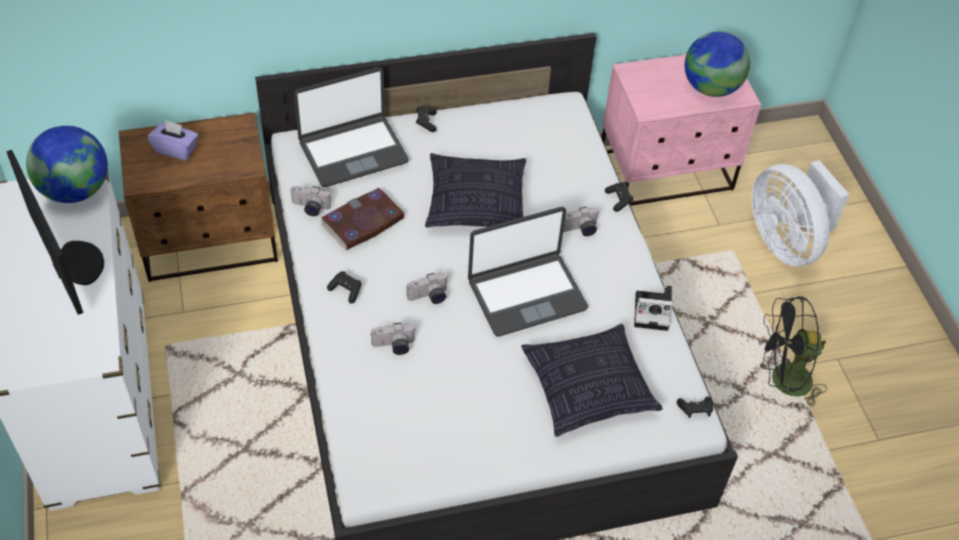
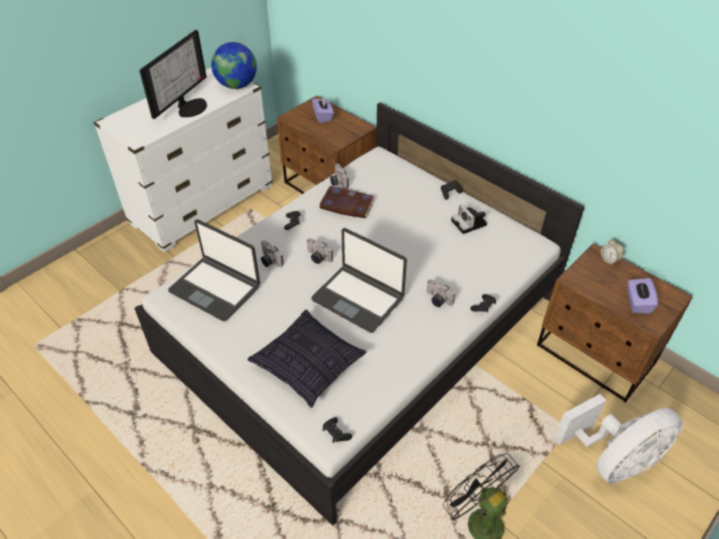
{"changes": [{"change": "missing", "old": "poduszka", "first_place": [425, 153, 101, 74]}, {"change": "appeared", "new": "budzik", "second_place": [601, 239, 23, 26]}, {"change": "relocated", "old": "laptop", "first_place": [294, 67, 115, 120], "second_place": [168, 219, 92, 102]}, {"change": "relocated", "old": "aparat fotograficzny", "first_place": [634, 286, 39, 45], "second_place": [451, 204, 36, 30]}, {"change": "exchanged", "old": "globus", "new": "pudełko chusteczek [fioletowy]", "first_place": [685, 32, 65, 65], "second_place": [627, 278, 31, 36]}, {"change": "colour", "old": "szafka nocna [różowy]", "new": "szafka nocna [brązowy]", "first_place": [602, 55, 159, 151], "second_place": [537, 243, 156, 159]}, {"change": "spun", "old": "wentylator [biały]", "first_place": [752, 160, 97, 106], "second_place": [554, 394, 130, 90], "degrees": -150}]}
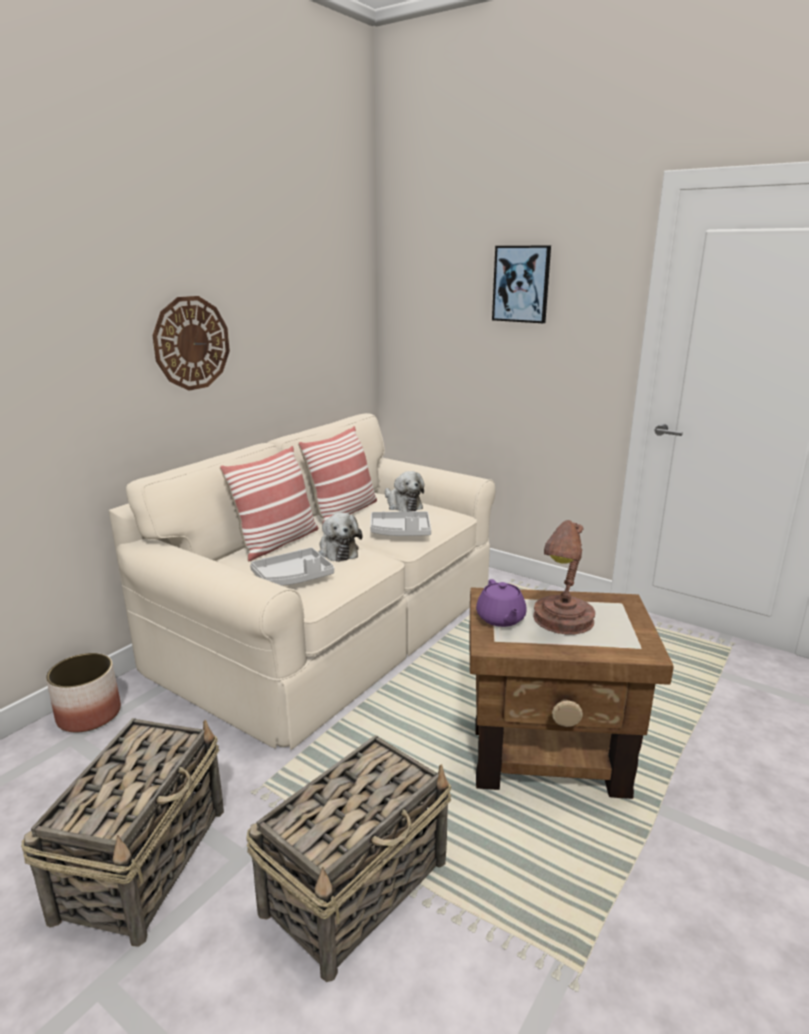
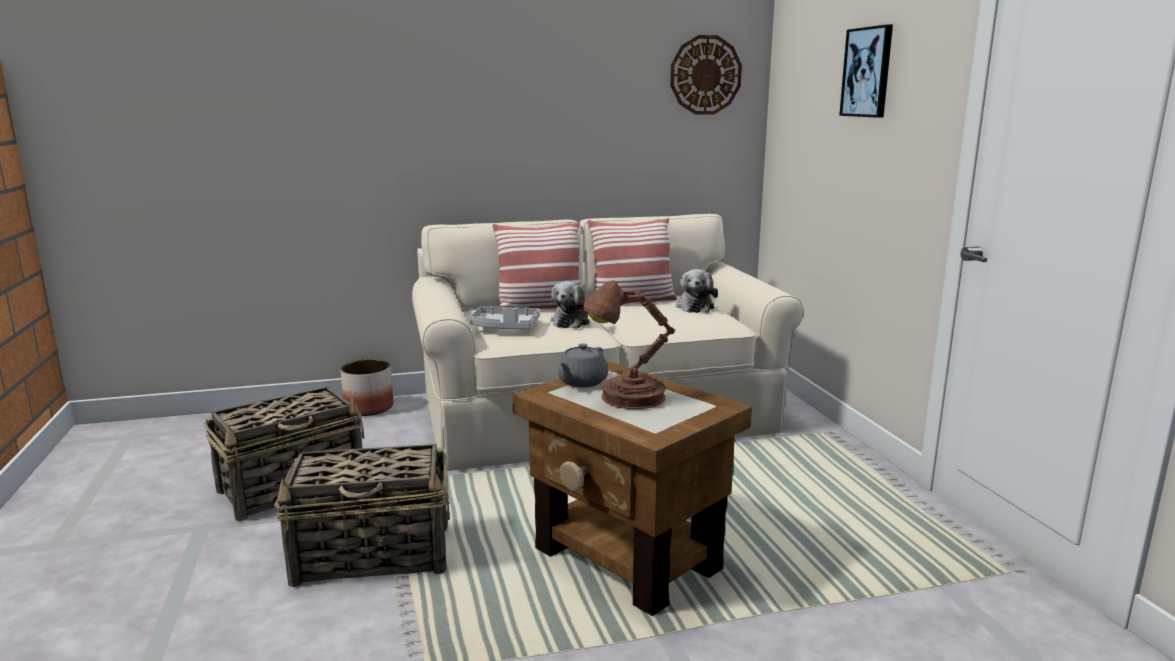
{"changes": [{"change": "missing", "old": "taca [szary]", "first_place": [370, 511, 61, 25]}, {"change": "relocated", "old": "zegar ścienny", "first_place": [152, 296, 78, 95], "second_place": [670, 35, 72, 80]}, {"change": "colour", "old": "imbryk [fioletowy]", "new": "imbryk [szary]", "first_place": [476, 579, 51, 48], "second_place": [558, 343, 50, 45]}]}
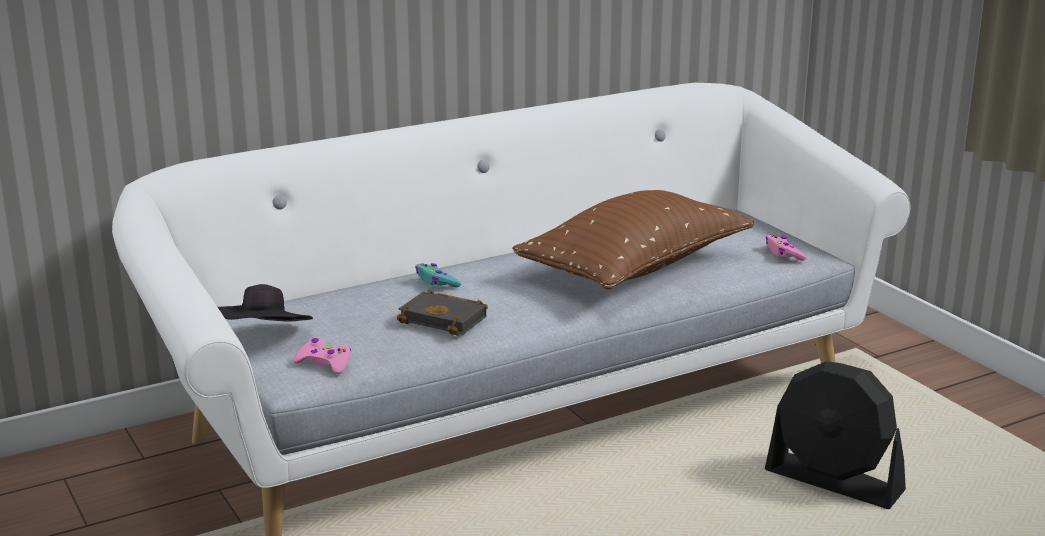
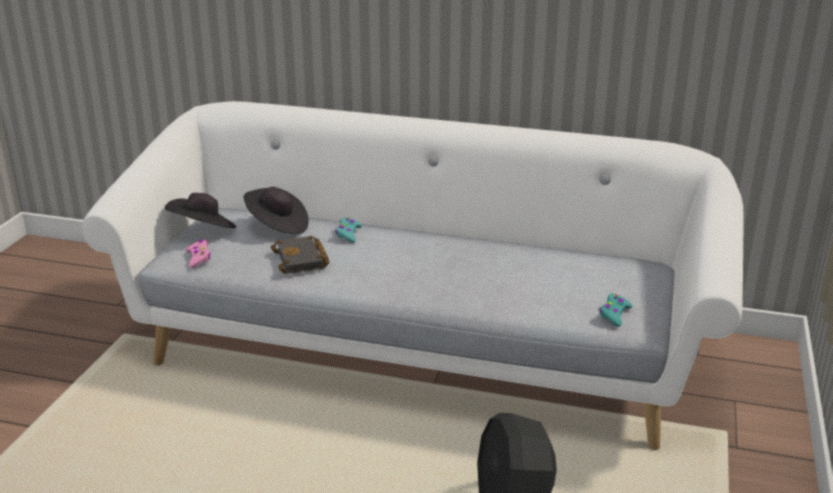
{"changes": [{"change": "missing", "old": "poduszka [brązowy]", "first_place": [512, 190, 242, 100]}, {"change": "appeared", "new": "kapelusz [czarny]", "second_place": [244, 187, 65, 47]}, {"change": "colour", "old": "pad do gier [różowy]", "new": "pad do gier [turkusowy]", "first_place": [766, 235, 41, 26], "second_place": [599, 293, 33, 34]}]}
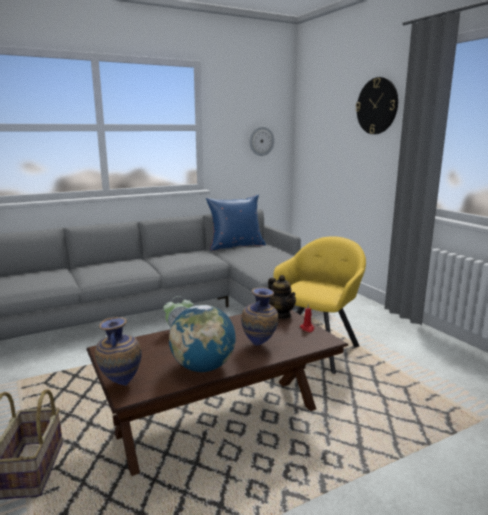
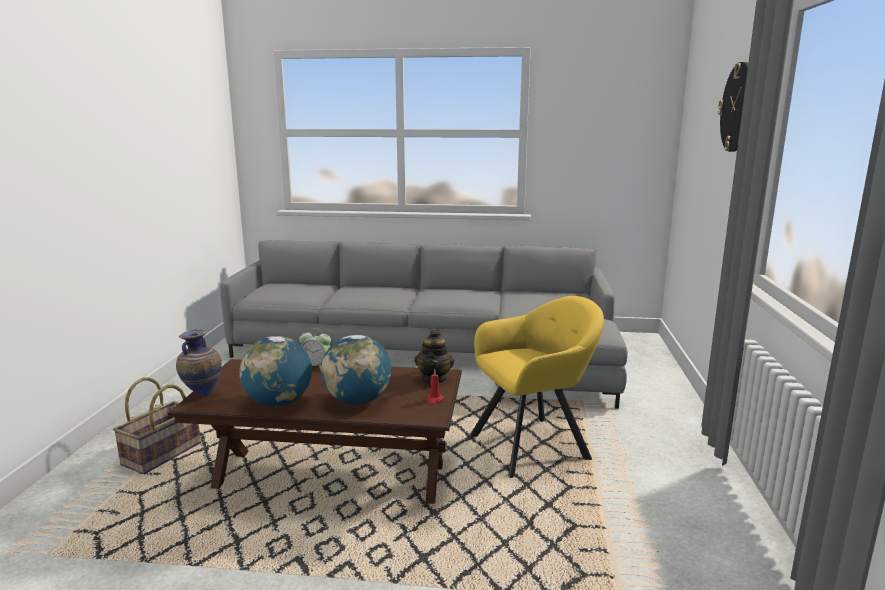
{"changes": [{"change": "missing", "old": "poduszka [niebieski]", "first_place": [206, 195, 60, 56]}, {"change": "missing", "old": "zegar ścienny", "first_place": [249, 126, 25, 30]}, {"change": "exchanged", "old": "wazon", "new": "globus", "first_place": [241, 287, 38, 59], "second_place": [321, 335, 70, 70]}]}
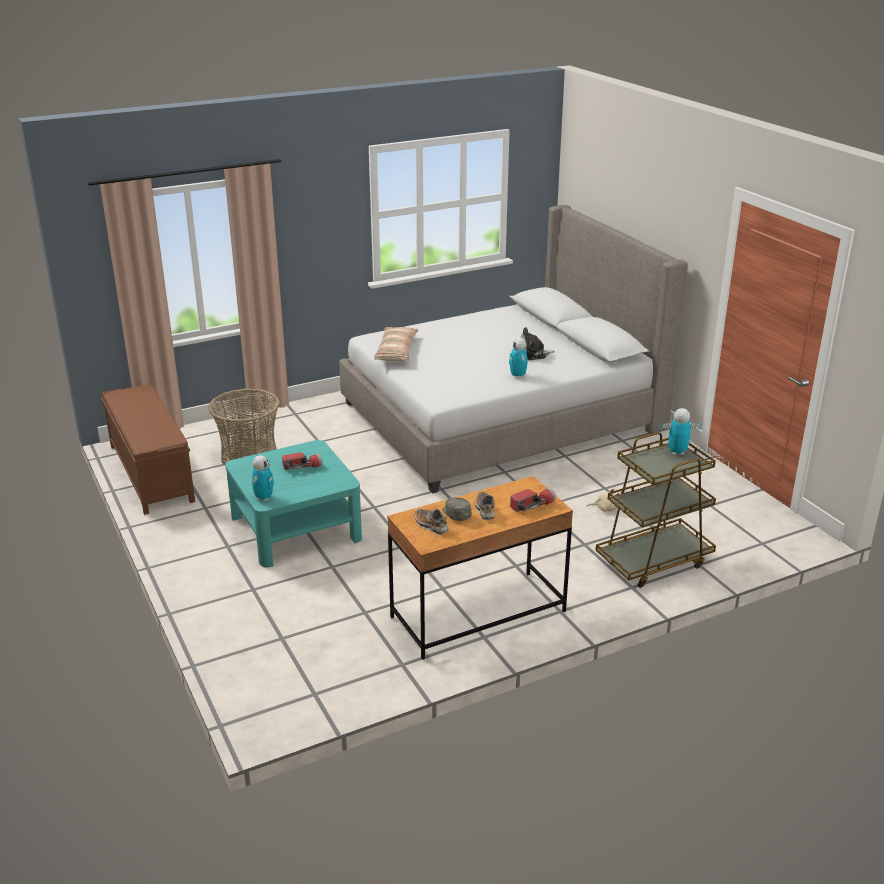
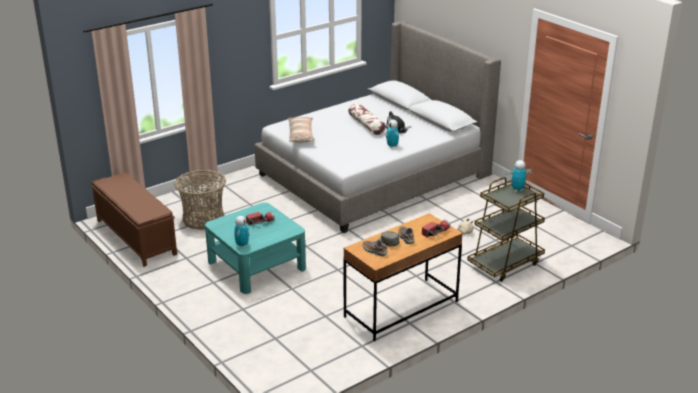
{"changes": [{"change": "appeared", "new": "poduszka", "second_place": [348, 103, 38, 32]}]}
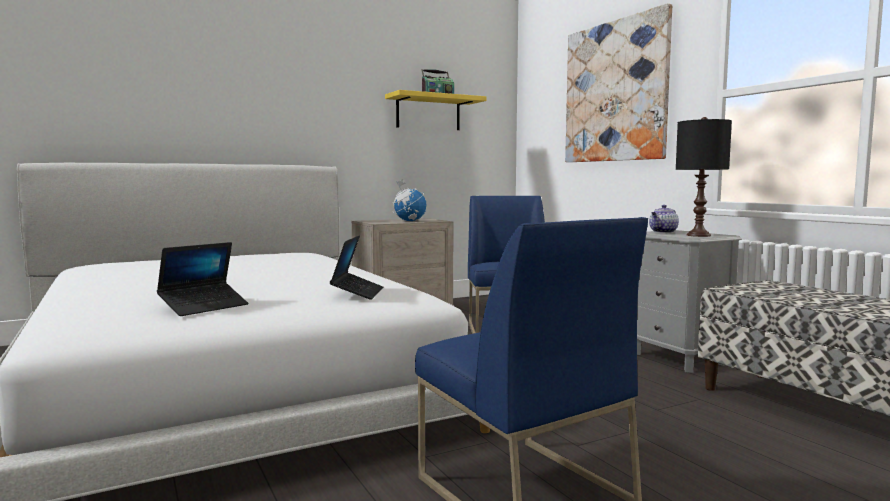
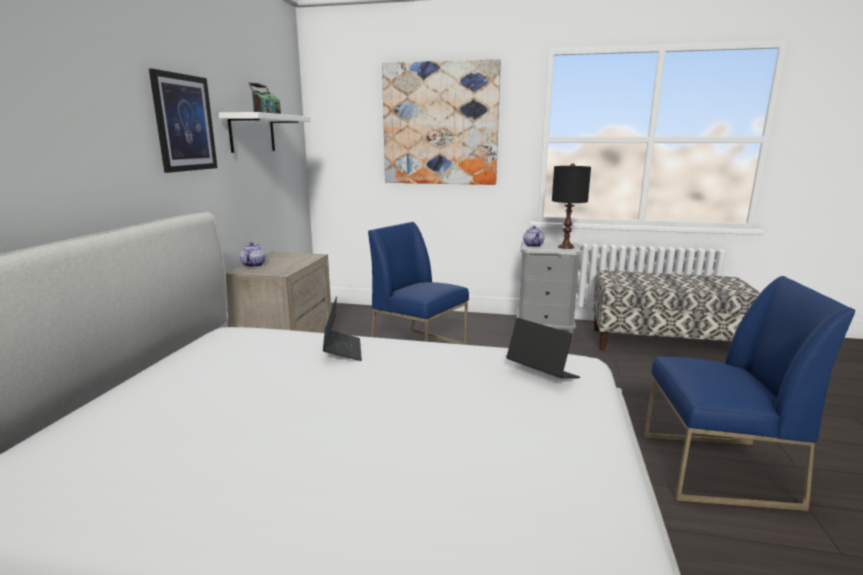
{"changes": [{"change": "missing", "old": "globus", "first_place": [393, 179, 33, 42]}, {"change": "appeared", "new": "obraz", "second_place": [149, 69, 68, 104]}, {"change": "appeared", "new": "imbryk", "second_place": [240, 242, 25, 25]}, {"change": "relocated", "old": "laptop", "first_place": [157, 242, 91, 74], "second_place": [323, 296, 39, 65]}, {"change": "colour", "old": "półka [żółty]", "new": "półka [biały]", "first_place": [385, 90, 101, 40], "second_place": [219, 112, 91, 41]}]}
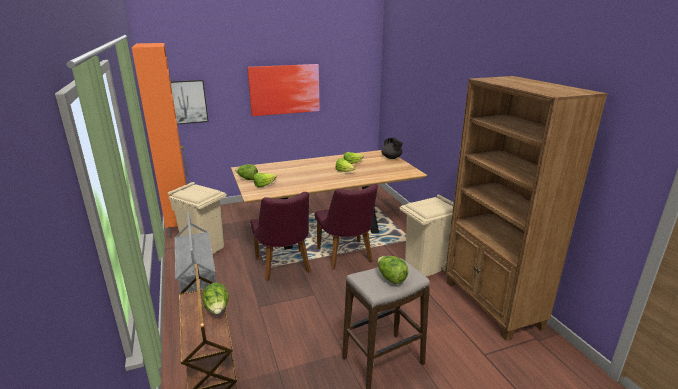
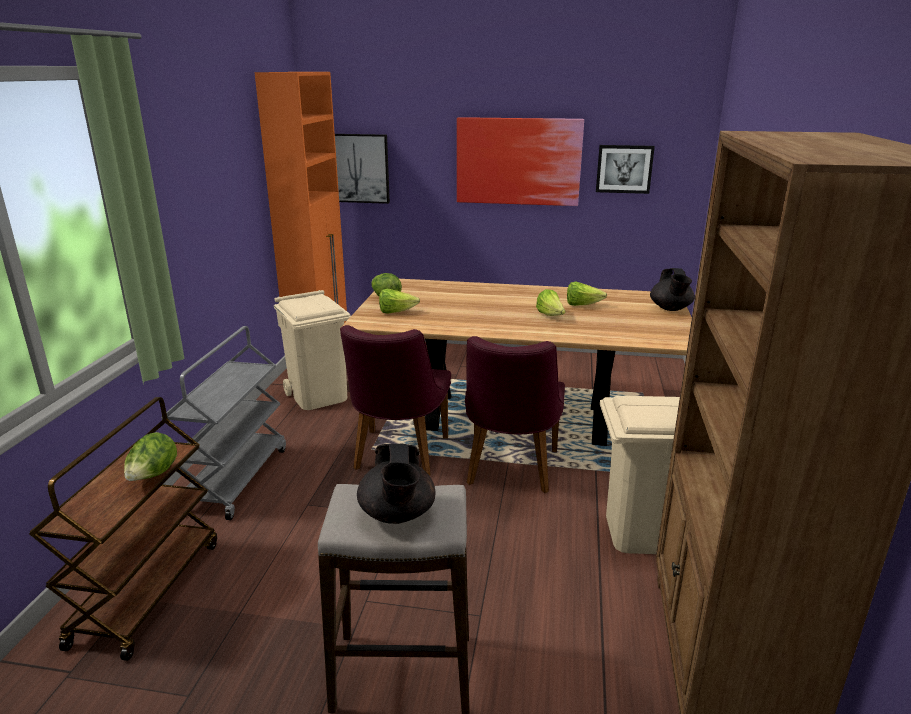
{"changes": [{"change": "appeared", "new": "obraz", "second_place": [596, 145, 59, 49]}, {"change": "exchanged", "old": "sałata", "new": "imbryk [czarny]", "first_place": [378, 256, 30, 28], "second_place": [357, 444, 78, 80]}]}
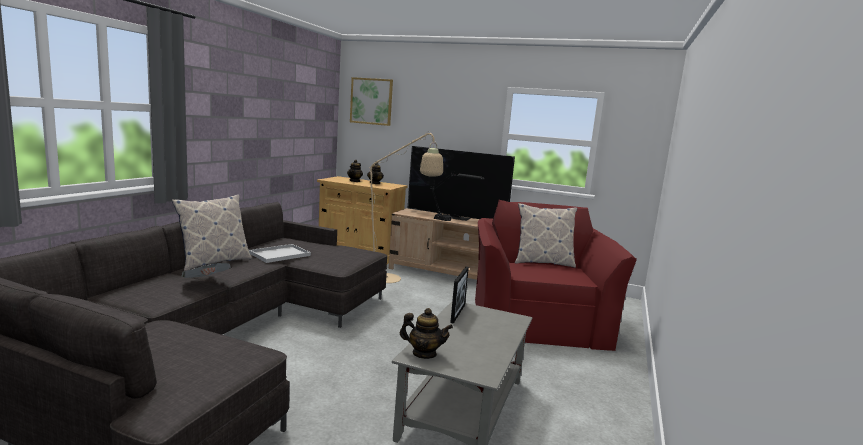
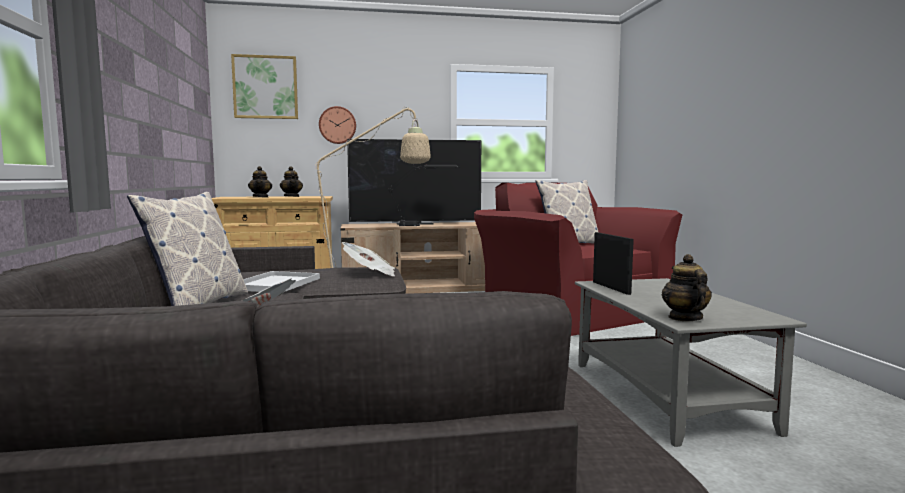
{"changes": [{"change": "appeared", "new": "zegar ścienny", "second_place": [319, 106, 37, 38]}, {"change": "appeared", "new": "gazeta", "second_place": [342, 242, 53, 34]}, {"change": "spun", "old": "imbryk", "first_place": [400, 308, 53, 51], "second_place": [662, 254, 50, 67], "degrees": -75}]}
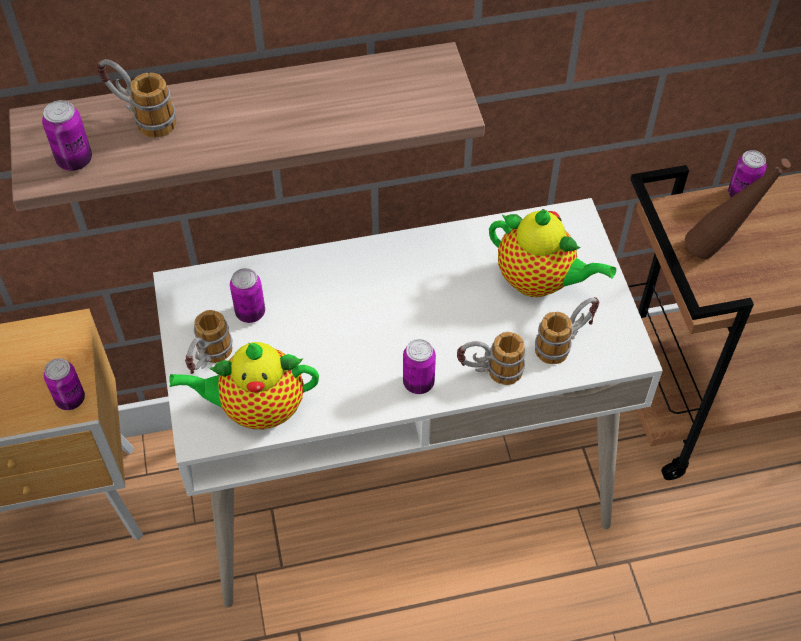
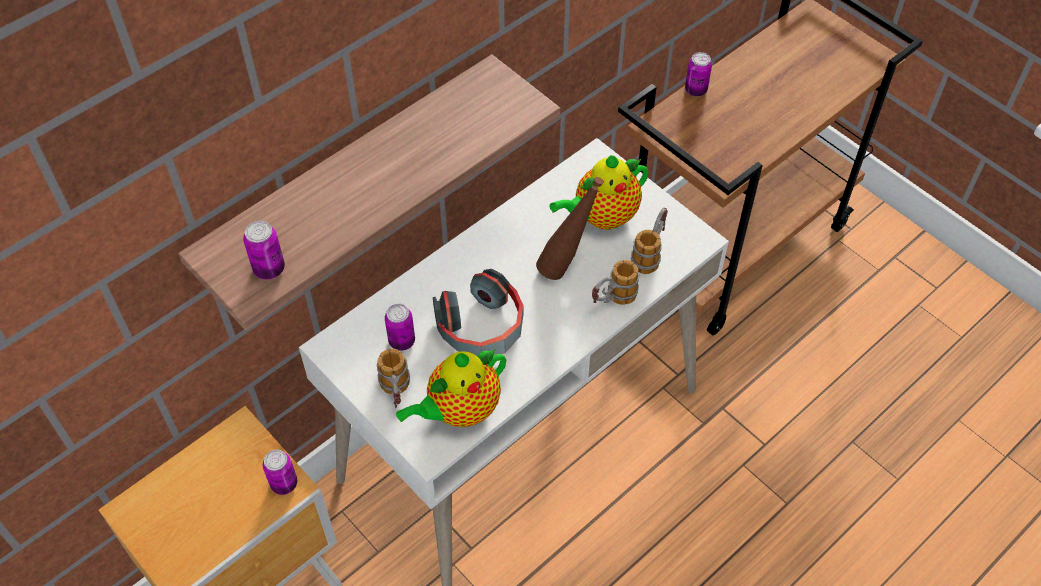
{"changes": [{"change": "missing", "old": "kubek", "first_place": [97, 59, 80, 79]}, {"change": "missing", "old": "puszka", "first_place": [403, 339, 33, 55]}, {"change": "appeared", "new": "słuchawki", "second_place": [433, 269, 90, 87]}, {"change": "relocated", "old": "butelka [brązowy]", "first_place": [685, 158, 106, 101], "second_place": [536, 177, 68, 103]}, {"change": "spun", "old": "imbryk", "first_place": [489, 209, 127, 88], "second_place": [550, 155, 99, 75], "degrees": 150}]}
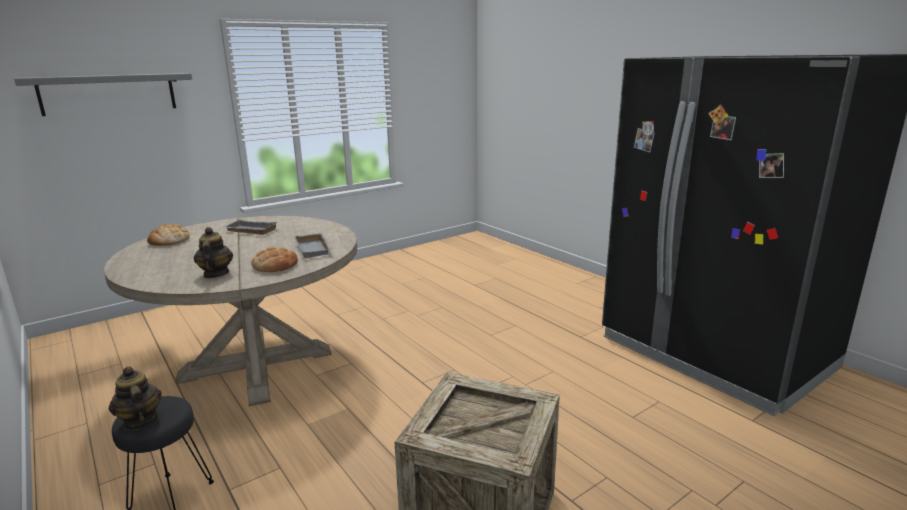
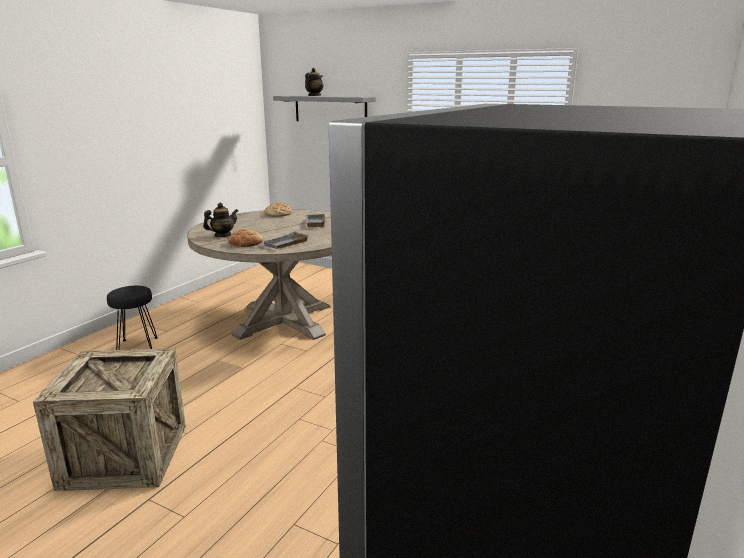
{"changes": [{"change": "relocated", "old": "imbryk", "first_place": [109, 366, 53, 64], "second_place": [305, 68, 18, 28]}]}
